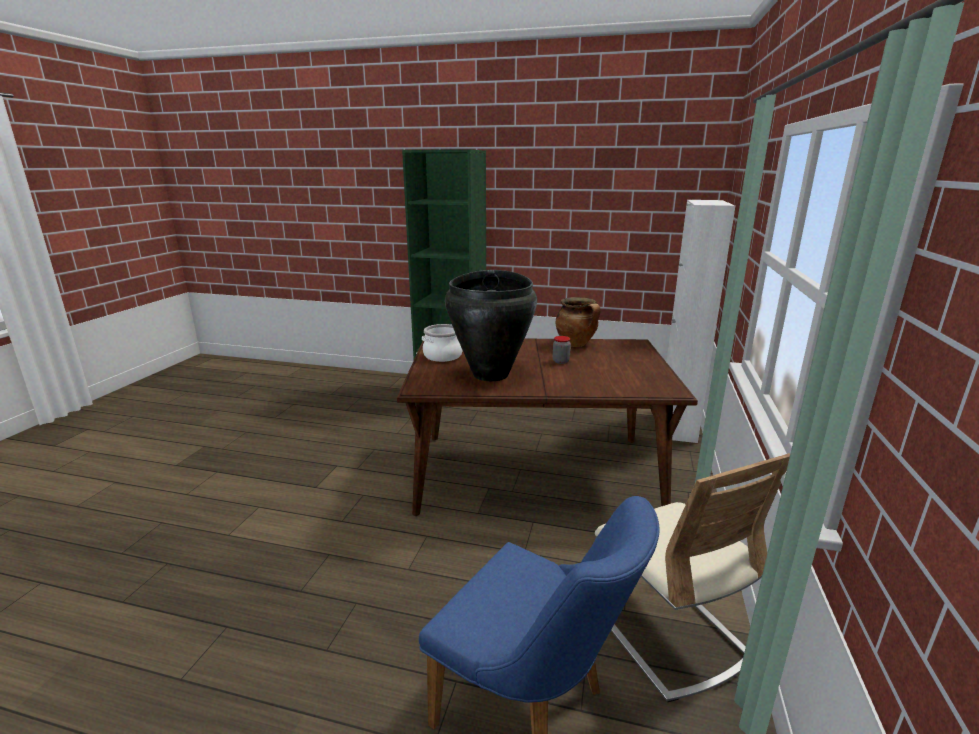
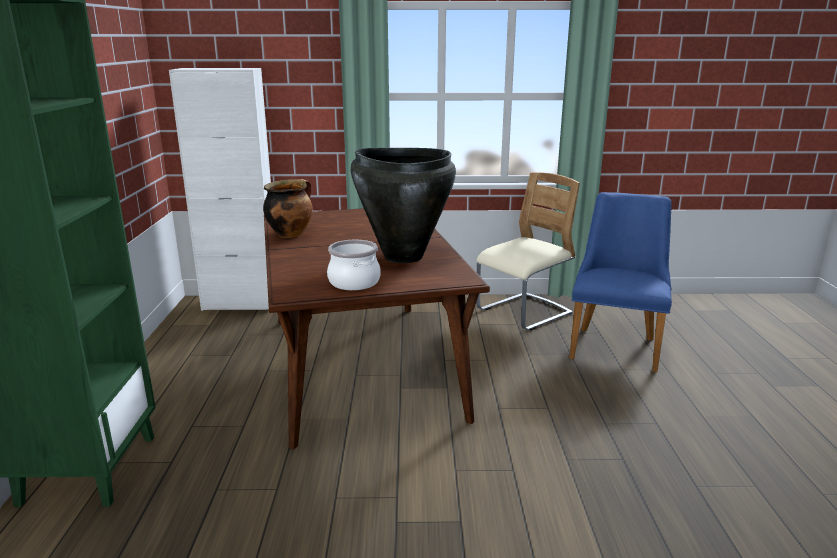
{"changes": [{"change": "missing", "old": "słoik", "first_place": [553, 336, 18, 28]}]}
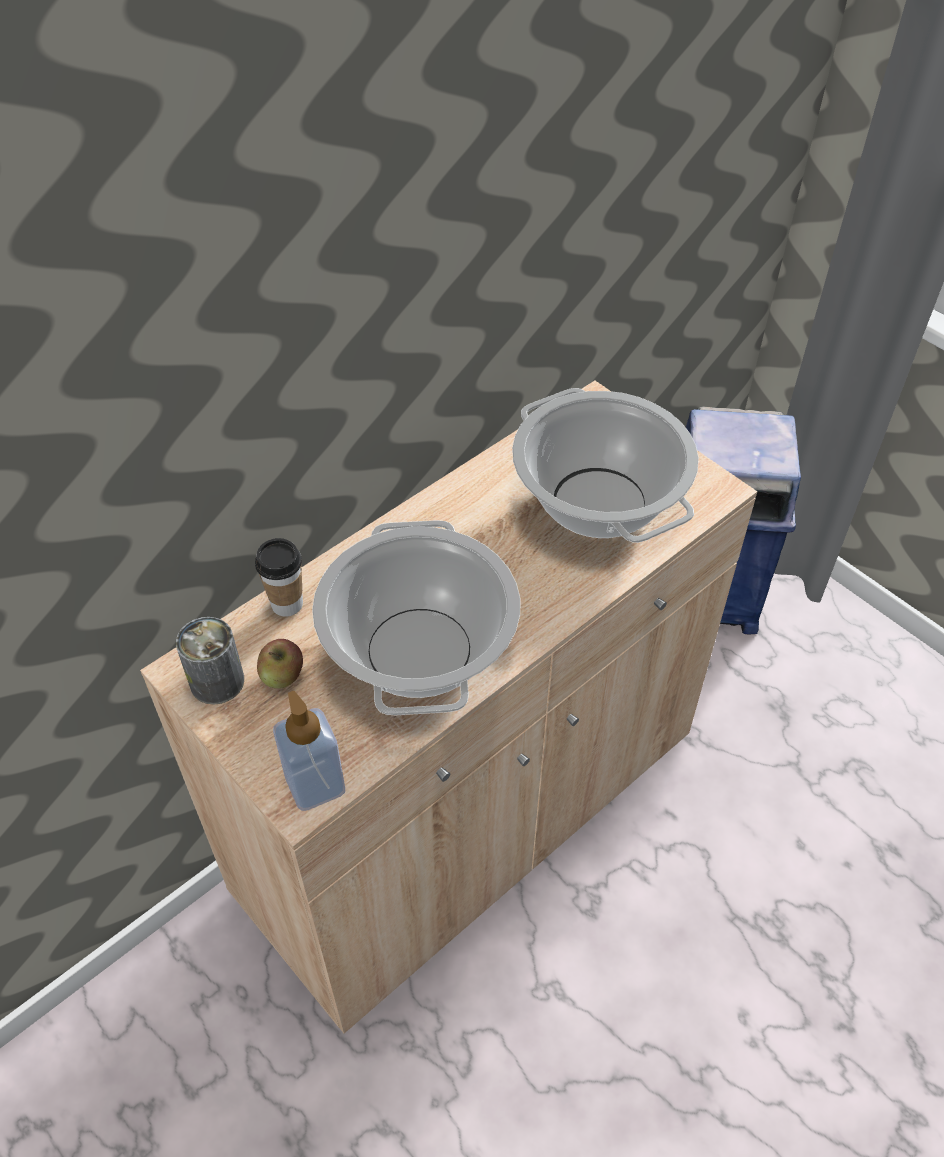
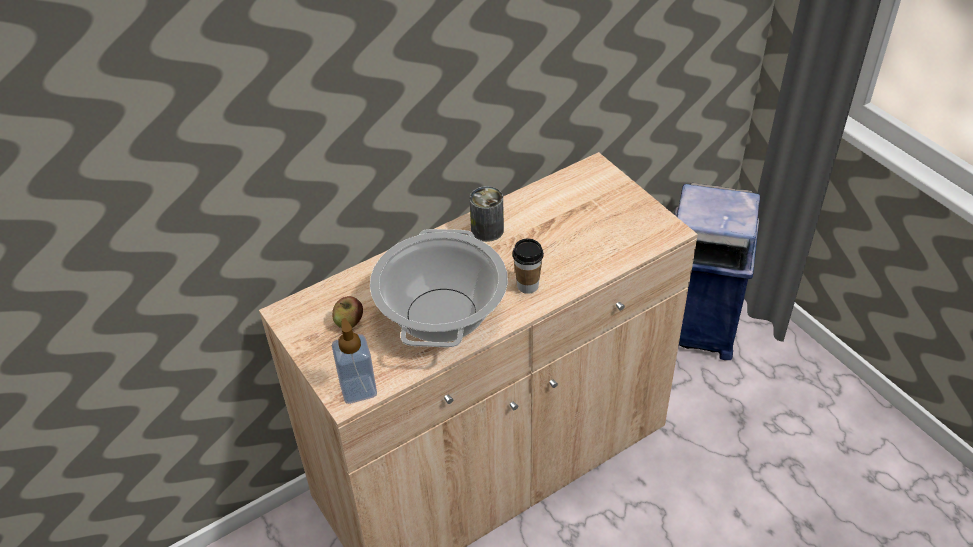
{"changes": [{"change": "missing", "old": "garnek", "first_place": [512, 388, 187, 155]}, {"change": "relocated", "old": "puszka", "first_place": [176, 617, 68, 88], "second_place": [469, 186, 35, 56]}, {"change": "relocated", "old": "filiżanka", "first_place": [255, 538, 48, 79], "second_place": [512, 238, 32, 56]}]}
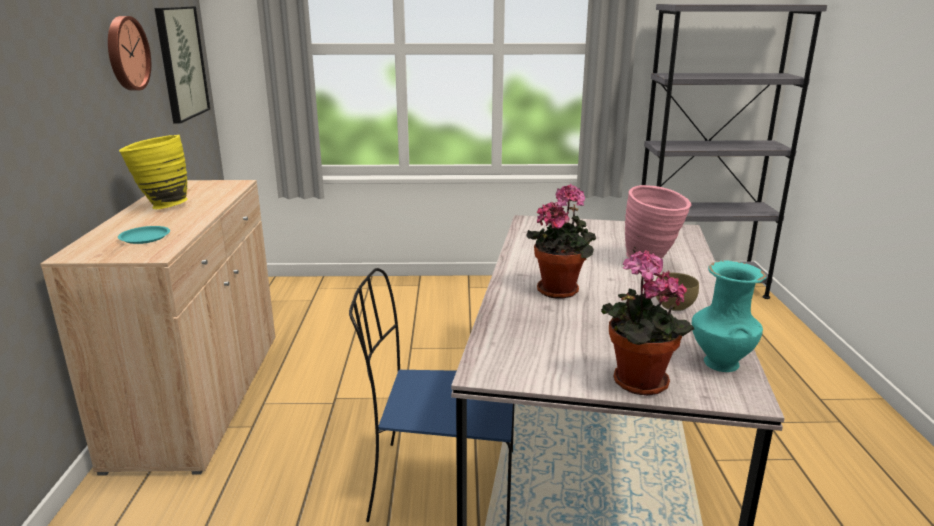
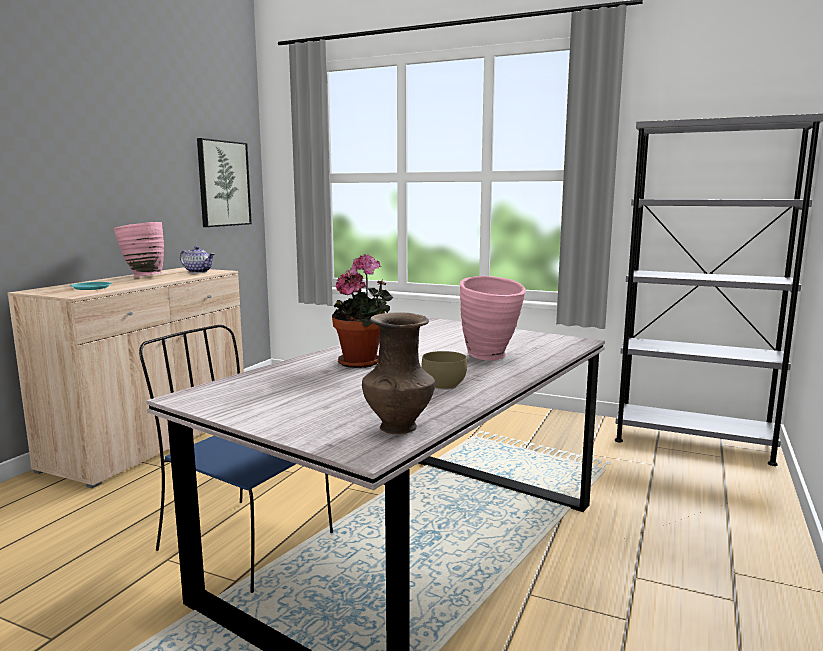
{"changes": [{"change": "missing", "old": "zegar ścienny", "first_place": [108, 16, 43, 74]}, {"change": "missing", "old": "roślina doniczkowa", "first_place": [601, 250, 93, 146]}, {"change": "appeared", "new": "imbryk", "second_place": [180, 246, 35, 27]}, {"change": "colour", "old": "wazon [żółty]", "new": "wazon [różowy]", "first_place": [119, 135, 69, 74], "second_place": [114, 222, 50, 55]}, {"change": "colour", "old": "wazon [turkusowy]", "new": "wazon [brązowy]", "first_place": [692, 260, 74, 112], "second_place": [362, 312, 73, 122]}]}
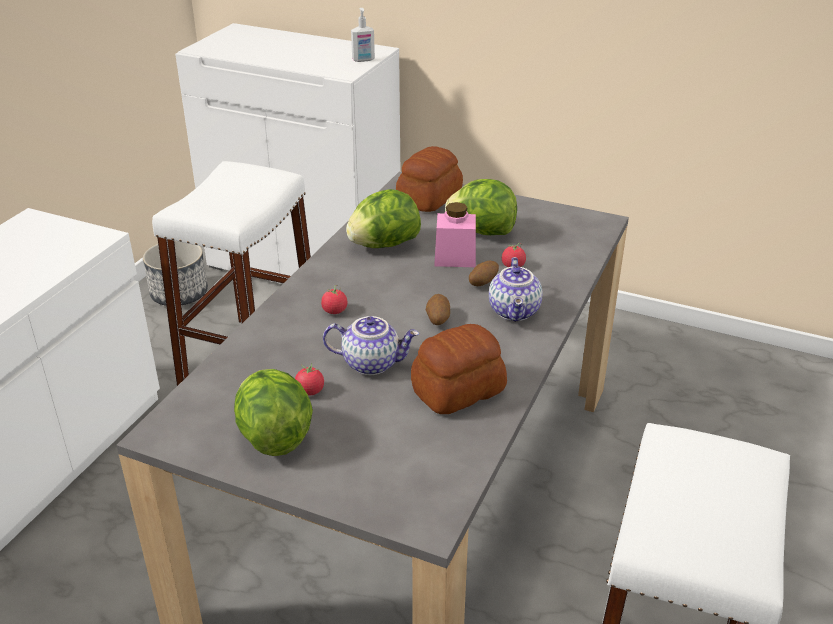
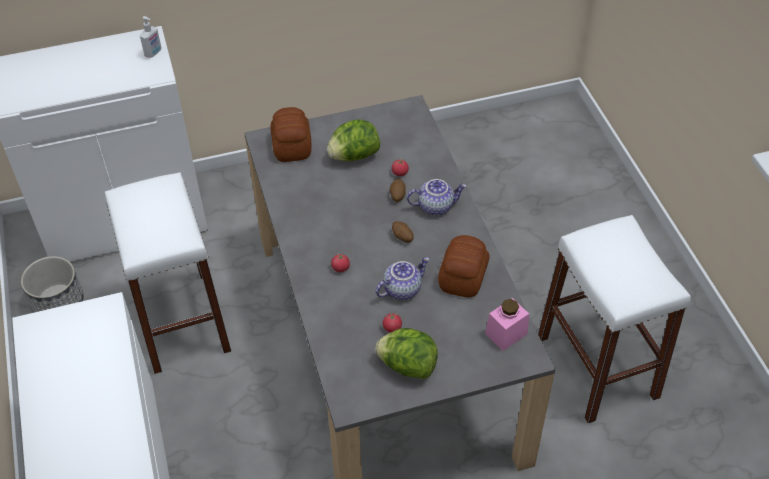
{"changes": [{"change": "missing", "old": "sałata", "first_place": [346, 189, 75, 59]}, {"change": "relocated", "old": "słoik [różowy]", "first_place": [434, 202, 42, 65], "second_place": [485, 298, 44, 53]}, {"change": "spun", "old": "imbryk", "first_place": [489, 257, 54, 65], "second_place": [407, 179, 60, 36], "degrees": -60}]}
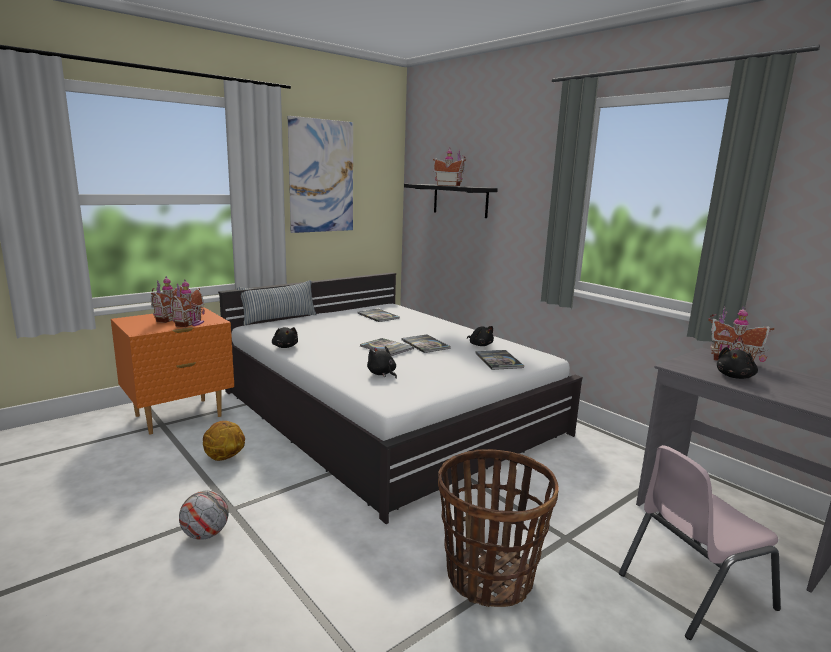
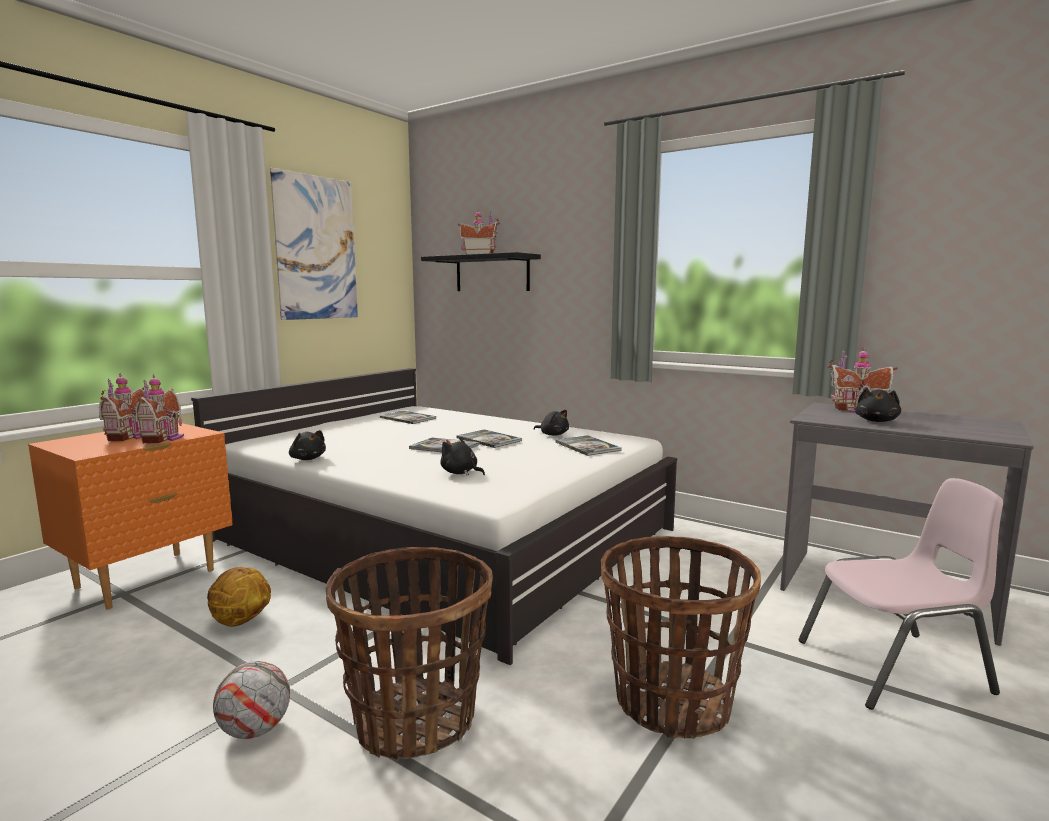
{"changes": [{"change": "missing", "old": "poduszka", "first_place": [237, 280, 80, 45]}, {"change": "appeared", "new": "koszyk", "second_place": [326, 547, 167, 213]}, {"change": "spun", "old": "krzesło [różowy]", "first_place": [619, 445, 162, 195], "second_place": [798, 478, 205, 232], "degrees": -150}]}
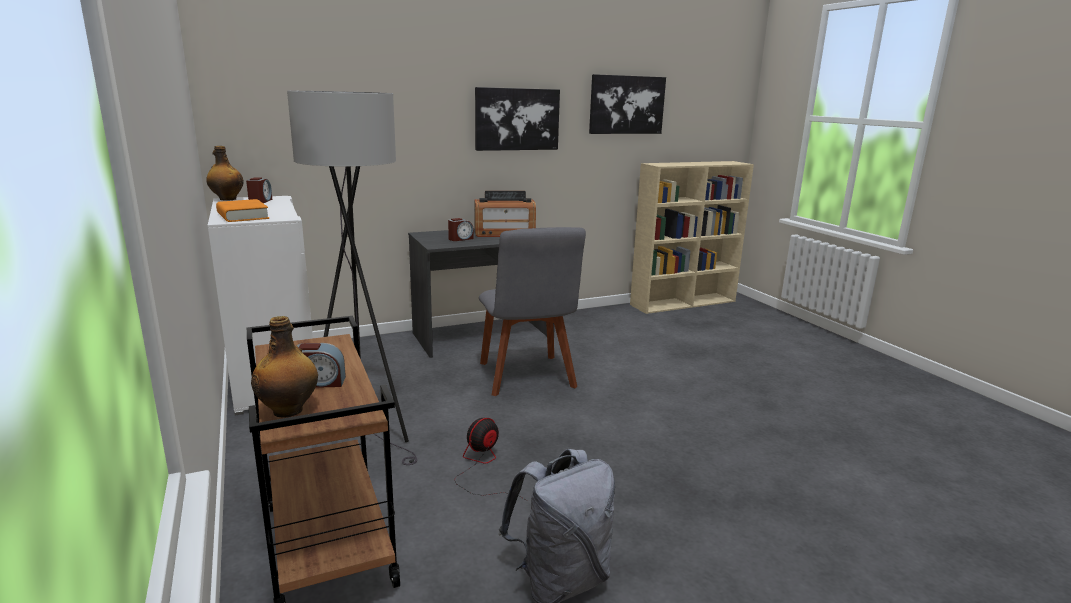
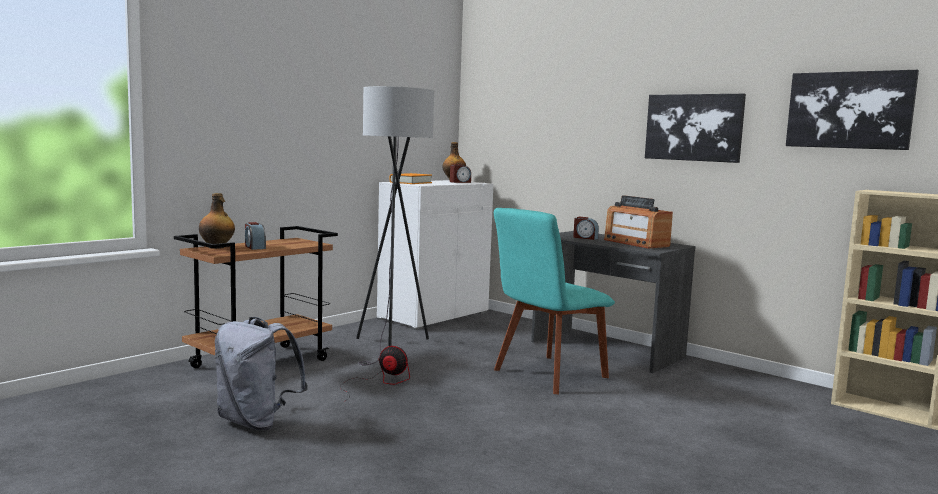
{"changes": [{"change": "colour", "old": "krzesło [szary]", "new": "krzesło [turkusowy]", "first_place": [479, 227, 107, 169], "second_place": [494, 208, 121, 186]}]}
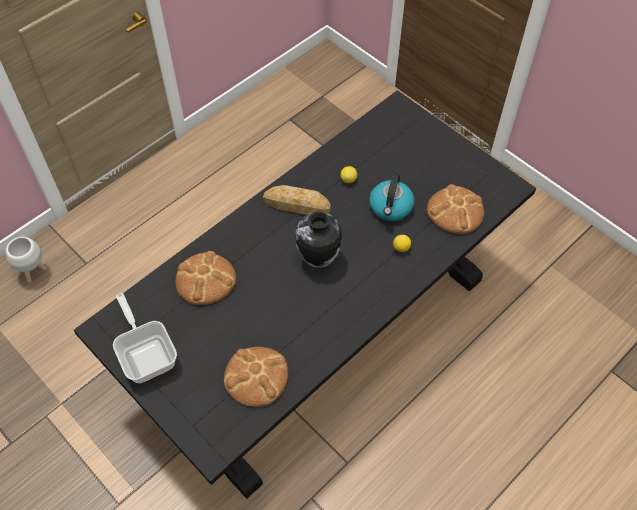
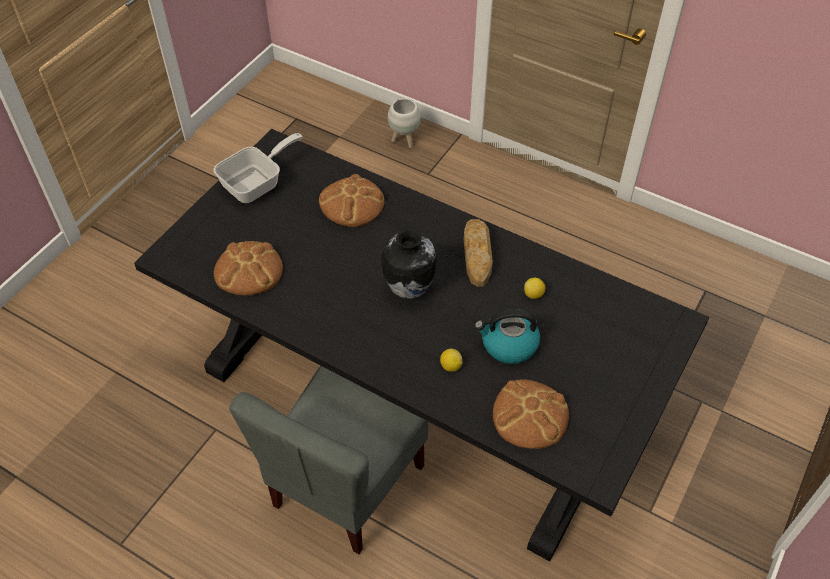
{"changes": [{"change": "appeared", "new": "krzesło [szary]", "second_place": [229, 366, 199, 188]}]}
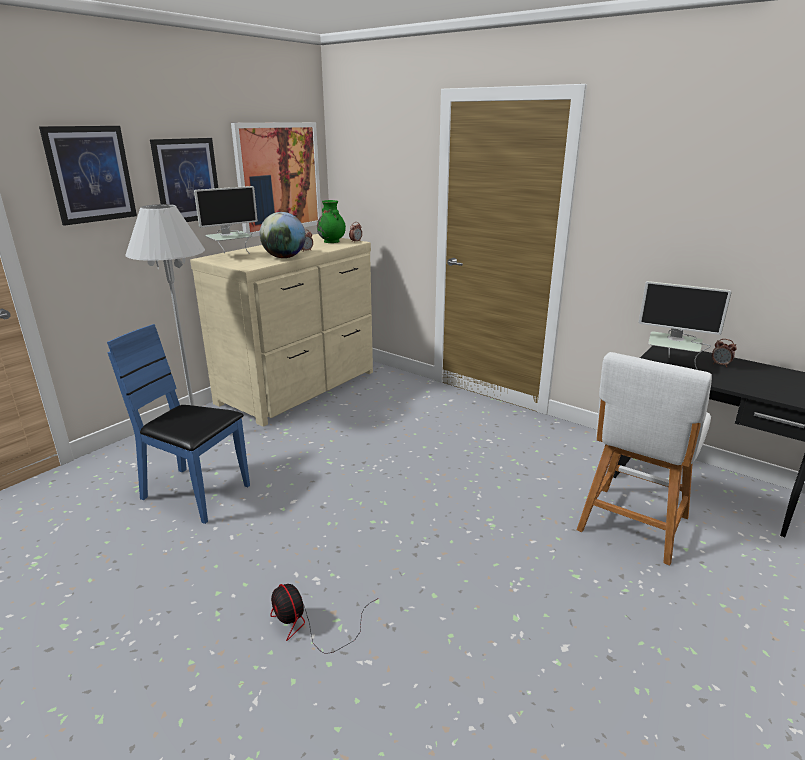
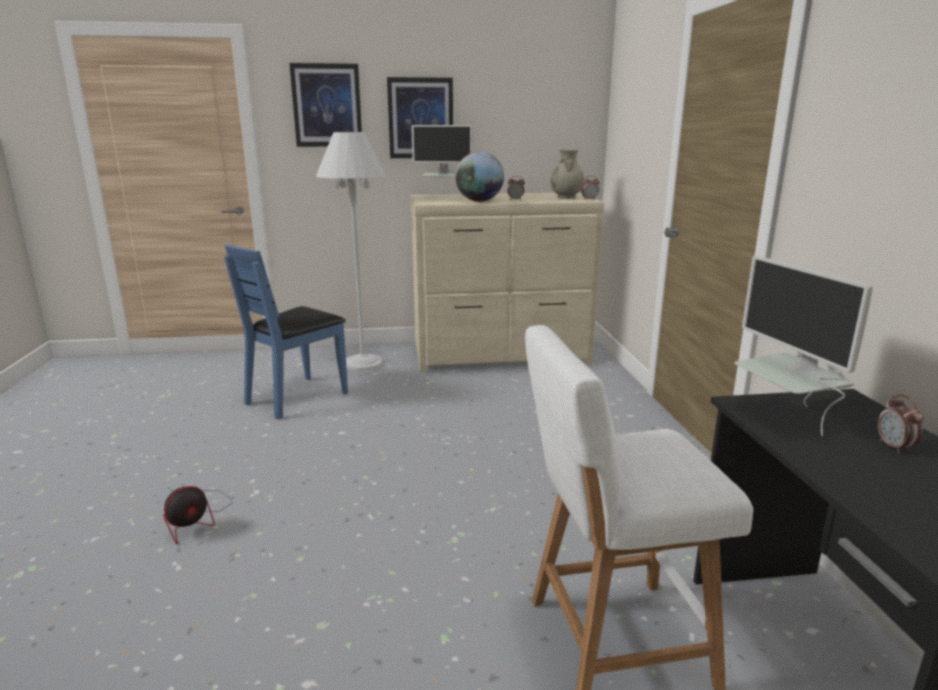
{"changes": [{"change": "missing", "old": "obraz", "first_place": [231, 122, 90, 116]}, {"change": "colour", "old": "wazon [zielony]", "new": "wazon [beżowy]", "first_place": [317, 200, 29, 43], "second_place": [551, 150, 33, 49]}, {"change": "spun", "old": "krzesło [niebieski]", "first_place": [107, 324, 143, 200], "second_place": [224, 244, 124, 176], "degrees": -120}, {"change": "spun", "old": "wentylator", "first_place": [271, 584, 106, 70], "second_place": [163, 486, 69, 58], "degrees": -150}]}
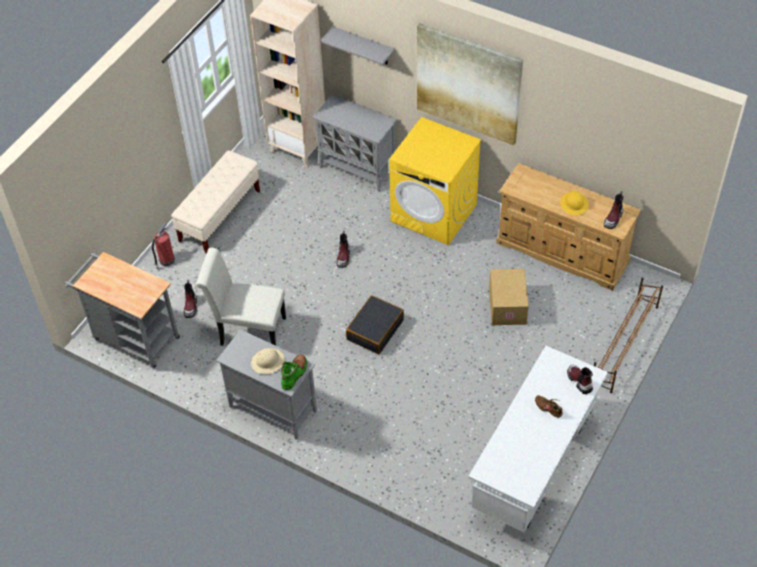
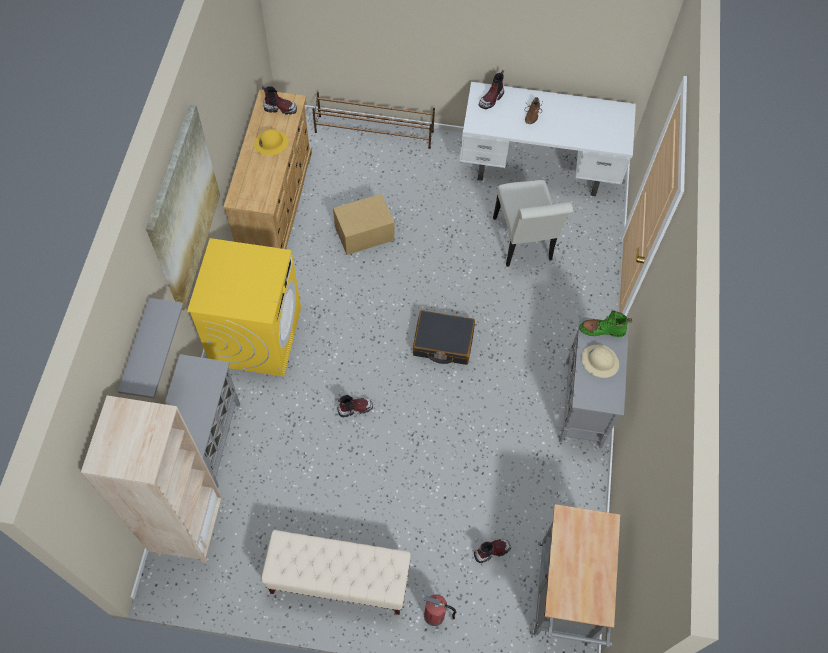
{"changes": [{"change": "relocated", "old": "krzesło [biały]", "first_place": [196, 248, 90, 98], "second_place": [493, 180, 80, 87]}]}
